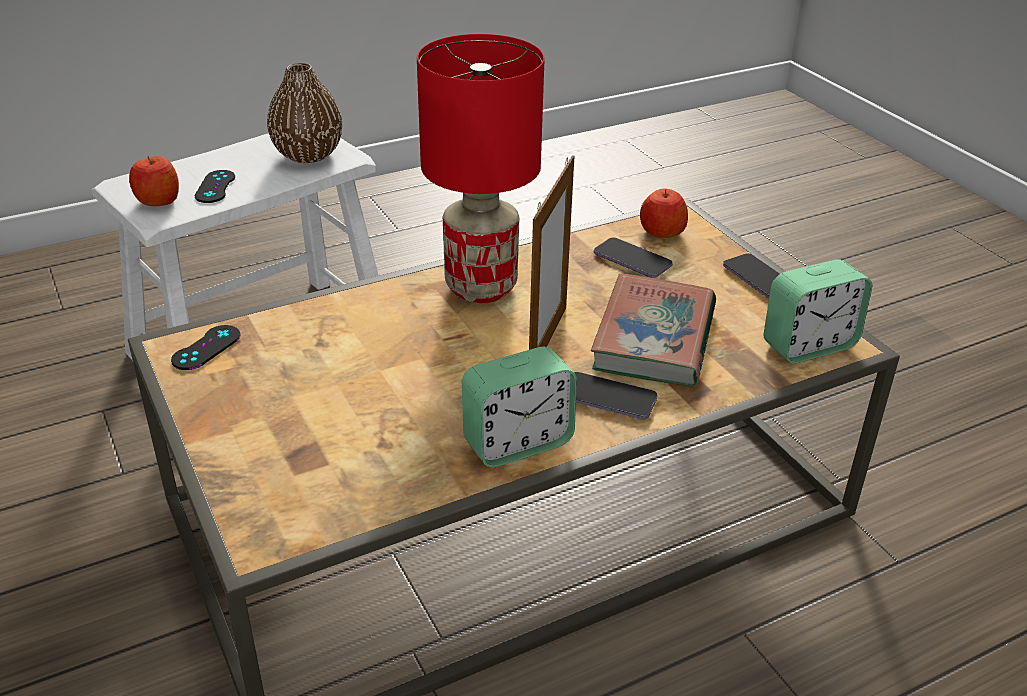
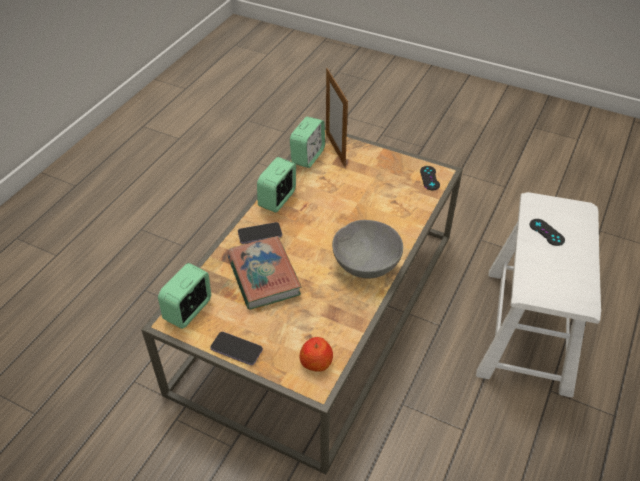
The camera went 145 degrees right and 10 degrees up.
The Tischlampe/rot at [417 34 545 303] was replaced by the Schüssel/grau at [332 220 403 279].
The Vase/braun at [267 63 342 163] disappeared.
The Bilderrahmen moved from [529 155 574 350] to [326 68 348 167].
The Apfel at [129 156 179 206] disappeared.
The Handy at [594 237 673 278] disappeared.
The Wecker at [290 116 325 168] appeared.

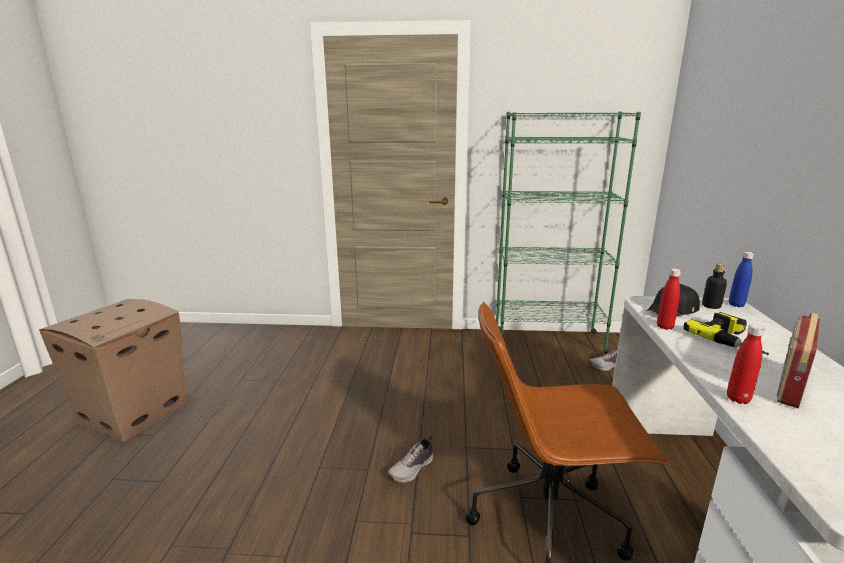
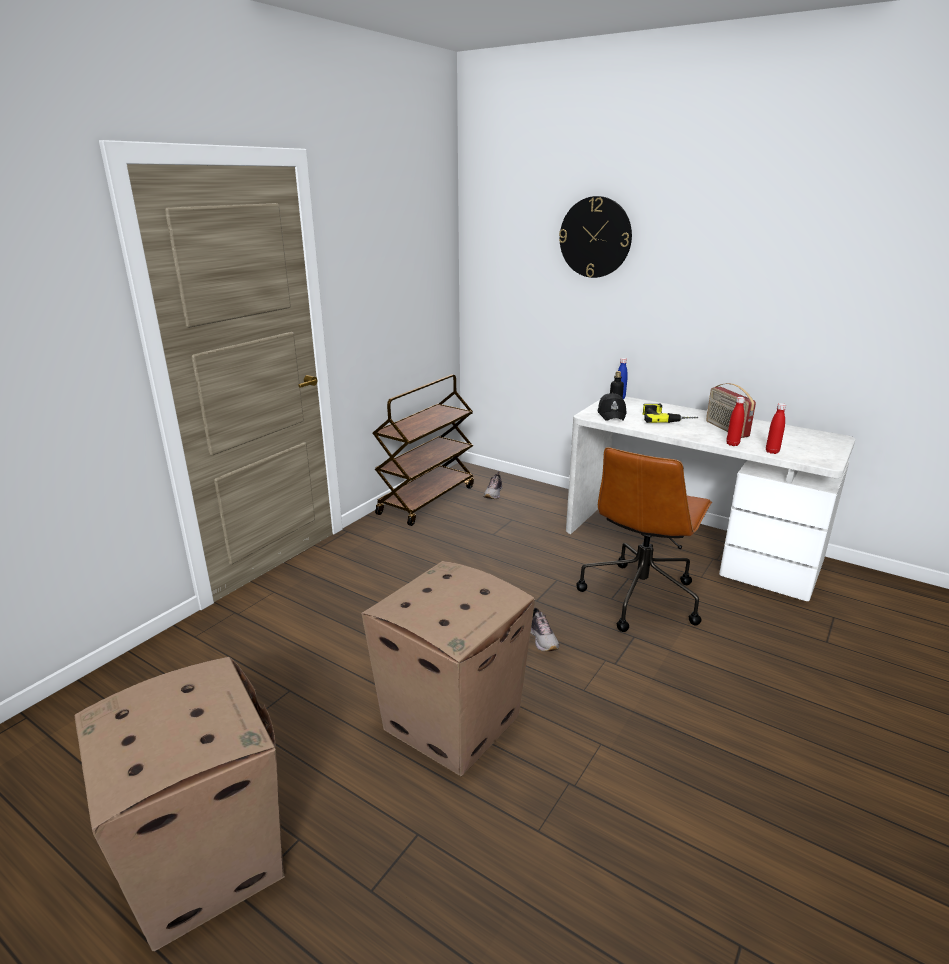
The camera went 60 degrees left and 5 degrees up.
The Bücherregal/grün at [496 111 641 354] was replaced by the Rollwagen/braun at [373 374 474 526].
The Flasche/rot moved from [657 268 681 330] to [766 403 786 454].
The Wanduhr at [559 196 632 278] appeared.
The Karton at [361 561 535 776] appeared.

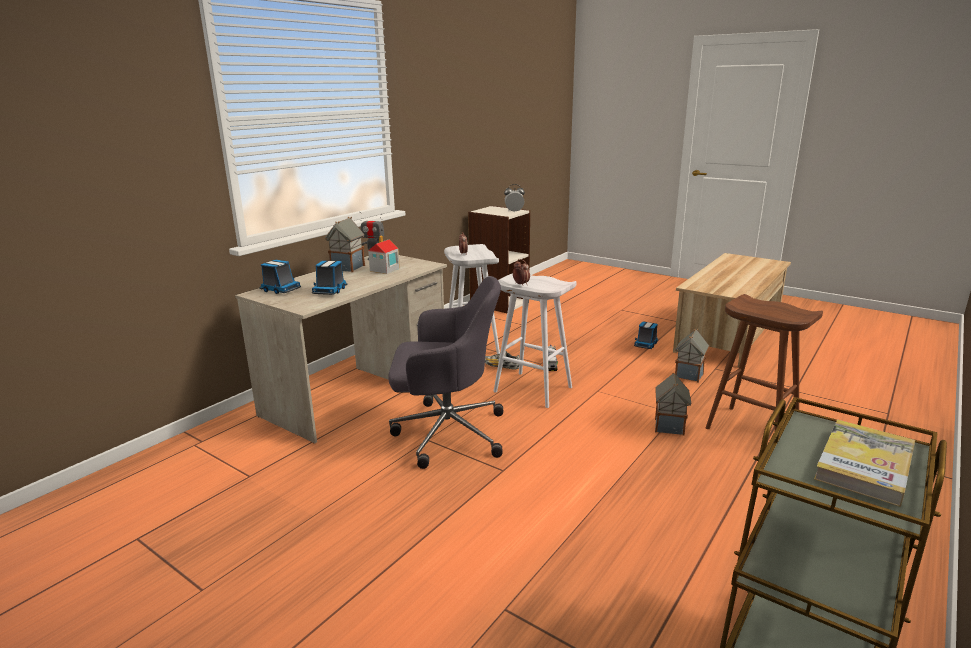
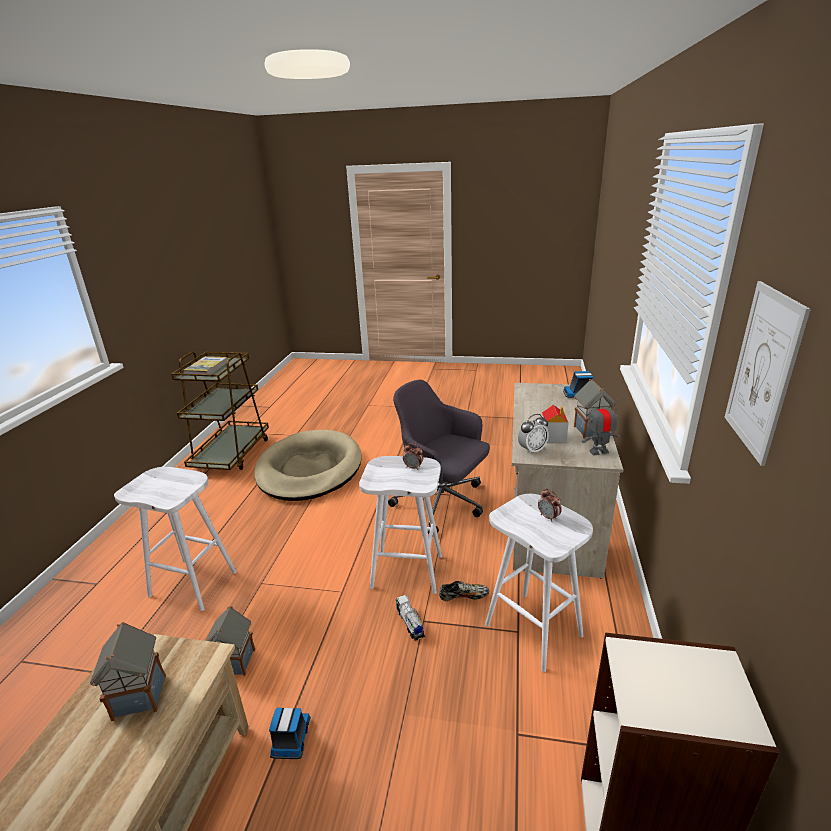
The camera went 155 degrees right and 5 degrees up.
The Wecker moved from [504 184 525 212] to [518 414 549 454].
The Spielzeuglaster at [312 261 347 295] disappeared.
The Bürostuhl/grau at [388 276 503 469] turned 60 degrees clockwise.
The Hocker/braun at [706 294 823 432] became the Hocker/weiß at [114 467 237 611].
The Spielzeughaus moved from [655 373 691 436] to [90 622 166 721].
The Bild at [725 281 811 466] appeared.
The Hundebett/beige at [254 430 362 501] appeared.

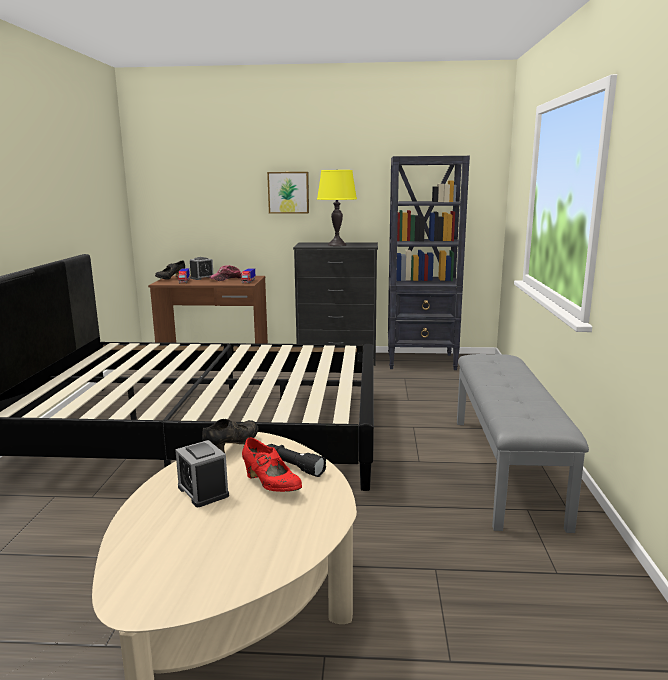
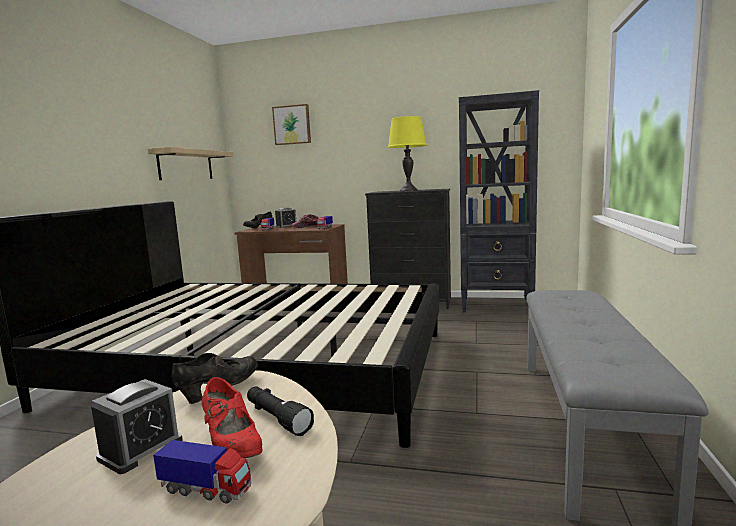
The camera went 10 degrees right and 5 degrees down.
The Bild moved from [267 172 309 214] to [272 104 311 145].
The Wecker at [175 440 229 507] turned 120 degrees counterclockwise.
The Wandregal at [148 147 234 180] appeared.
The Spielzeuglaster at [153 440 251 504] appeared.

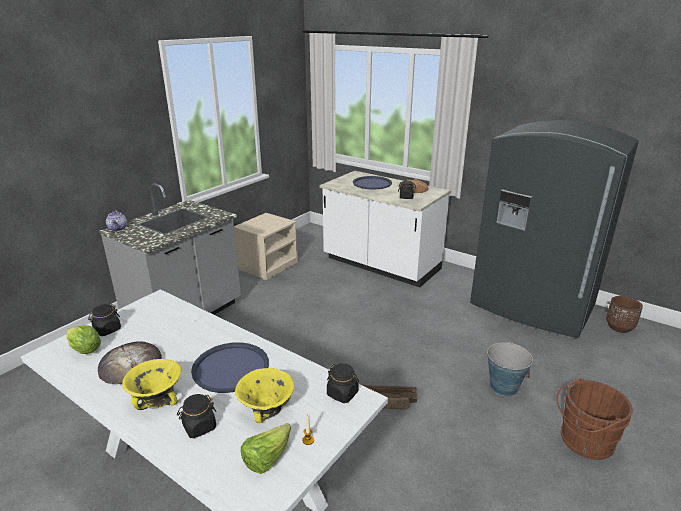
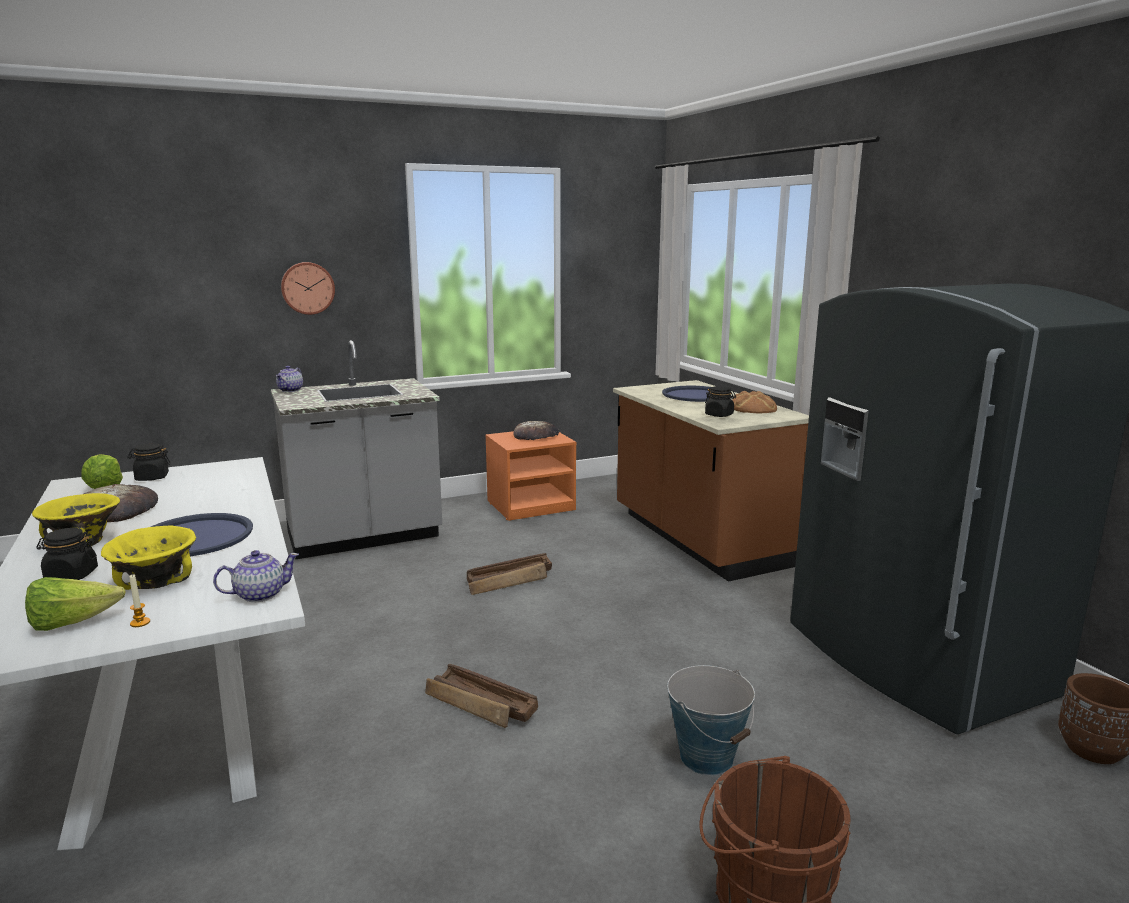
The camera went 30 degrees right and 10 degrees down.
The Küchenzeile/weiß at [320 171 451 287] became the Küchenzeile/braun at [613 380 809 582].
The Nachttisch/beige at [234 213 298 280] became the Nachttisch/orange at [485 431 576 521].
The Vorratsglas/schwarz at [327 363 359 403] was replaced by the Teekanne at [213 550 299 602].
The Wanduhr at [281 262 335 315] appeared.
The Brot at [513 421 559 440] appeared.
The Kiste at [467 553 552 595] appeared.

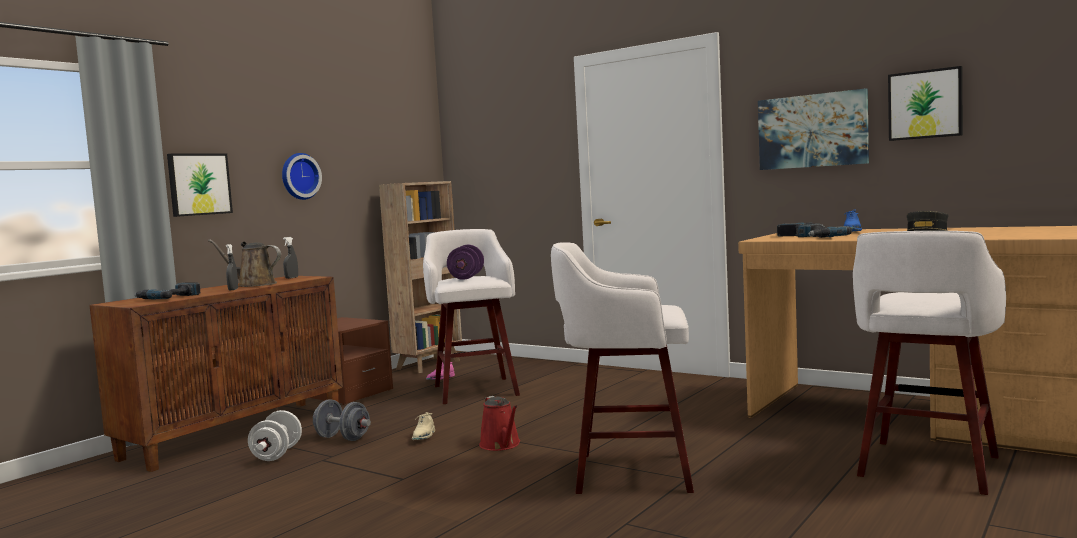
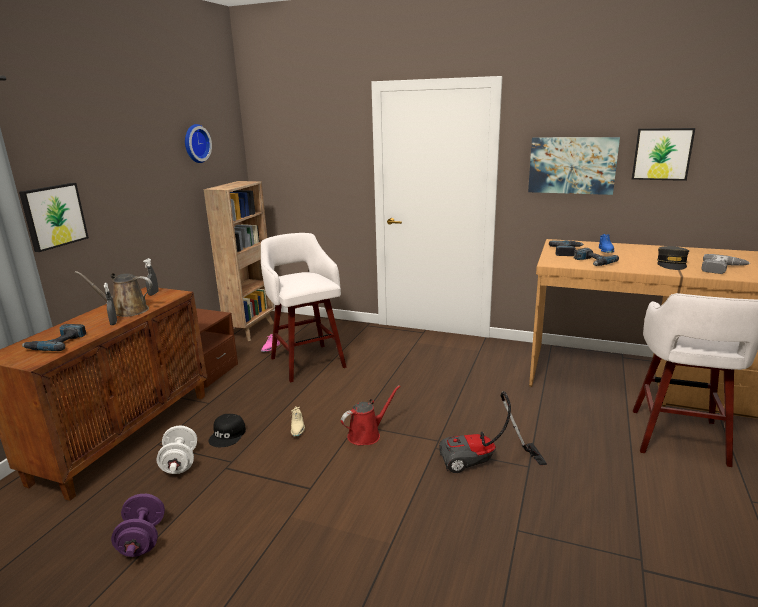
The camera went 15 degrees left and 15 degrees up.
The Wanduhr moved from [282 153 322 200] to [185 124 212 163].
The Hocker/weiß at [551 242 694 494] was replaced by the Staubsauger at [439 391 547 473].
The Hantel/lila moved from [447 245 484 280] to [111 494 165 557].
The Gießkanne/rot at [479 396 520 451] turned 90 degrees counterclockwise.
The Hantel/grau at [313 399 371 441] was replaced by the Kappe/schwarz at [208 414 246 447].
The Bohrmaschine at [701 254 750 274] appeared.

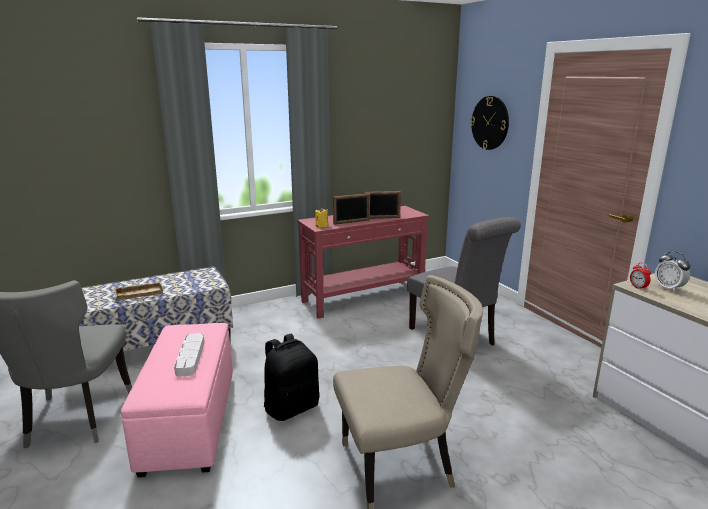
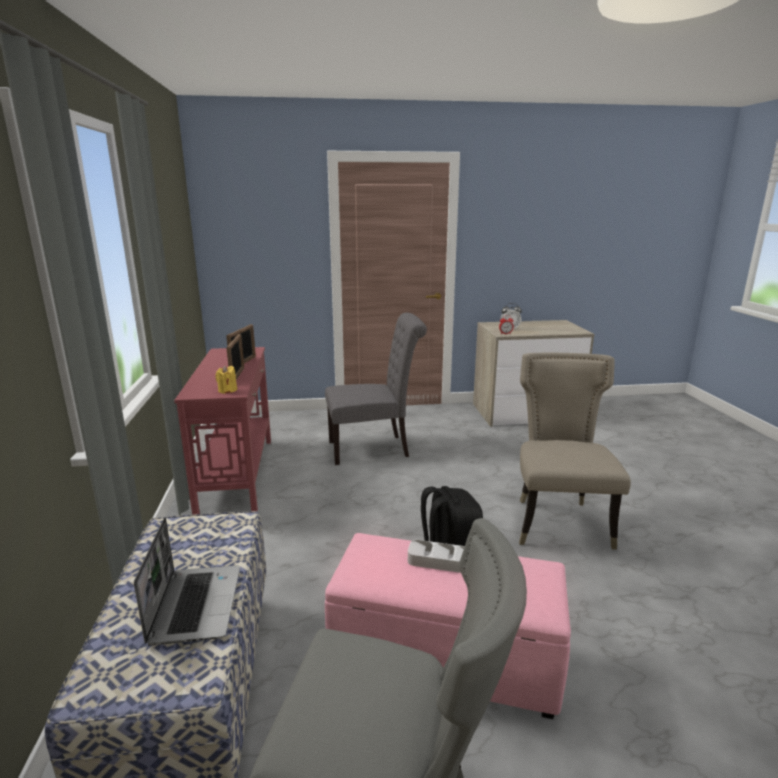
The camera went 70 degrees left and 0 degrees up.
The Wanduhr at [470 96 509 150] disappeared.
The Tablett/beige at [114 282 164 301] was replaced by the Laptop at [134 518 240 646].

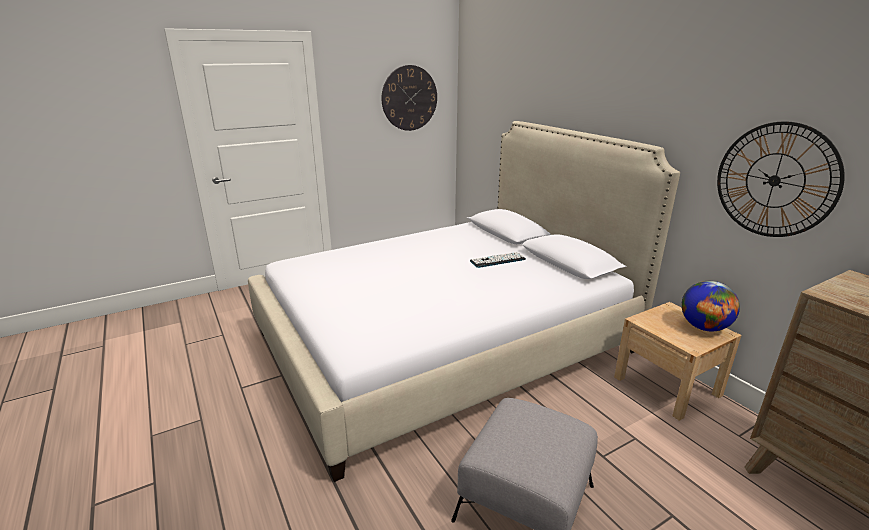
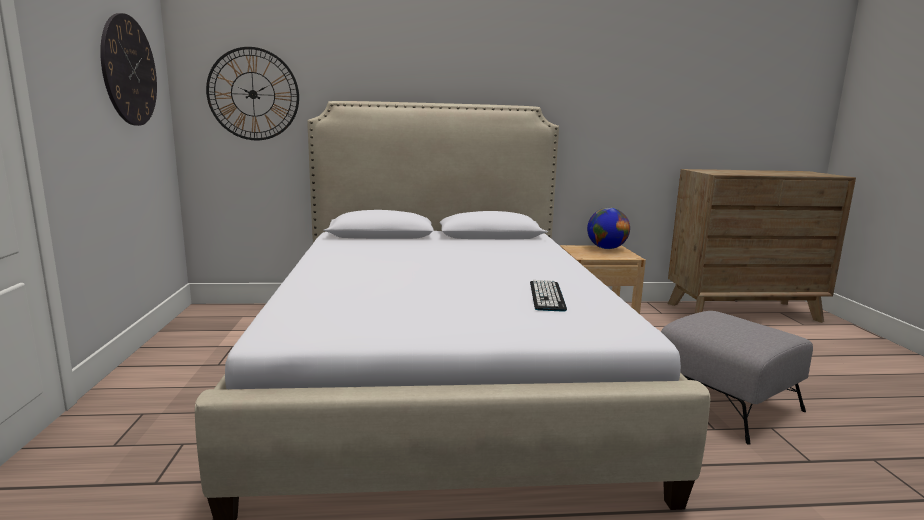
The camera went 65 degrees left and 10 degrees down.
The Wanduhr moved from [717 121 845 237] to [206 47 299 140].
The Tastatur moved from [470 252 526 268] to [530 280 567 312].

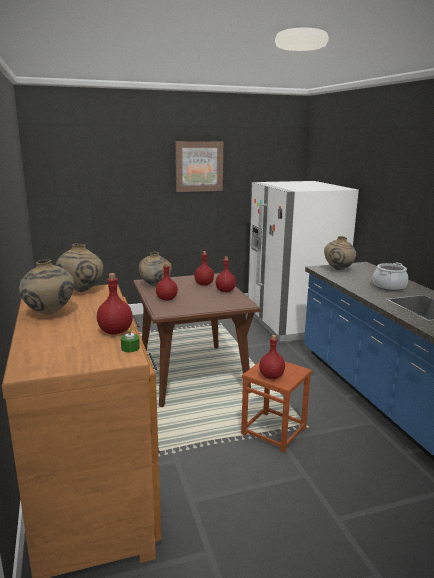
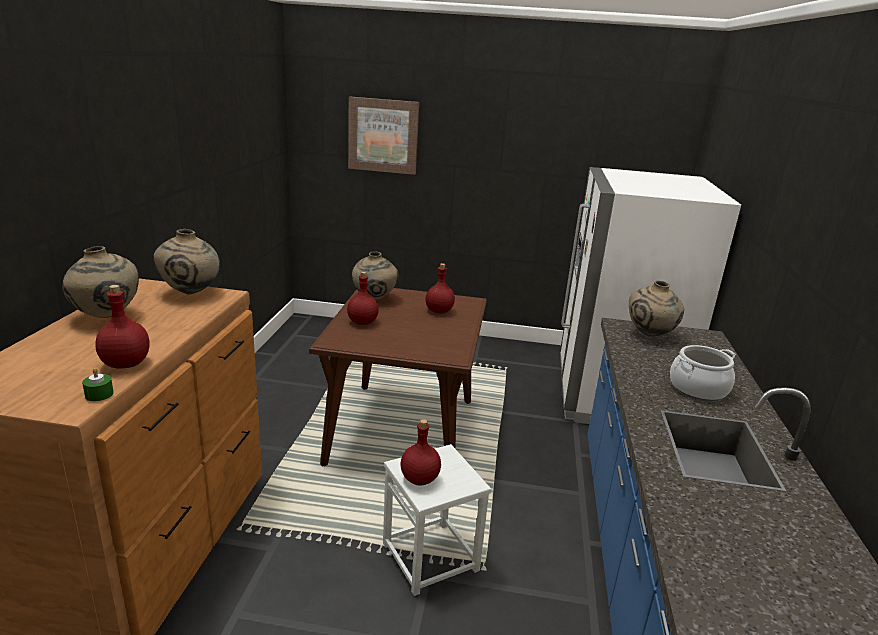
The camera went 25 degrees right and 5 degrees up.
The Bild moved from [175 141 223 192] to [348 97 419 175].
The Flasche/rot at [216 256 236 292] disappeared.
The Hocker/braun at [241 362 312 453] became the Hocker/weiß at [383 444 491 596].

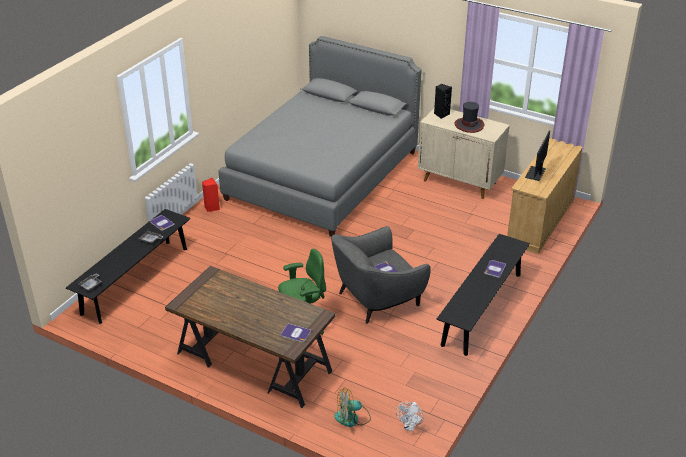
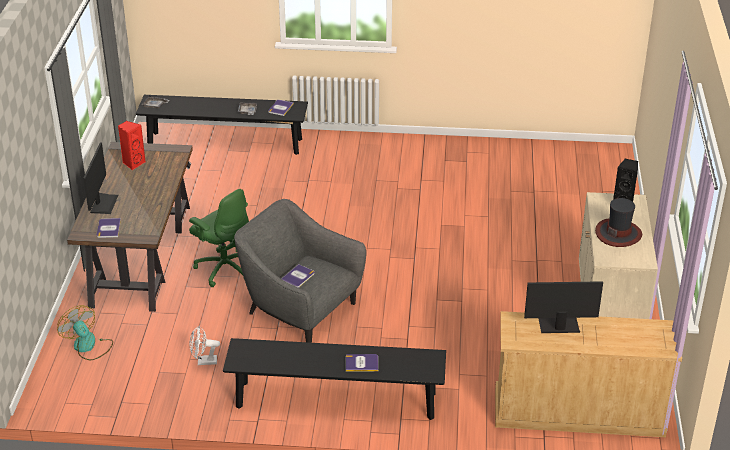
The camera went 65 degrees right and 0 degrees up.
The Bett/grau at [218 36 422 237] disappeared.
The Lautsprecher/rot moved from [202 178 220 212] to [118 121 146 170].
The Ventilator/weiß moved from [396 402 424 431] to [190 325 220 365].
The Monitor at [83 143 118 214] appeared.

